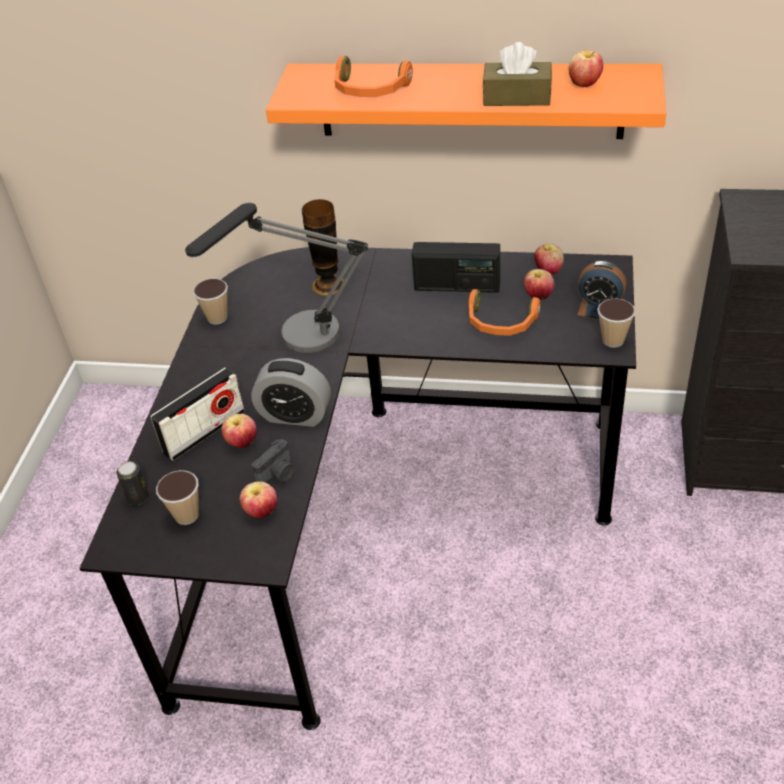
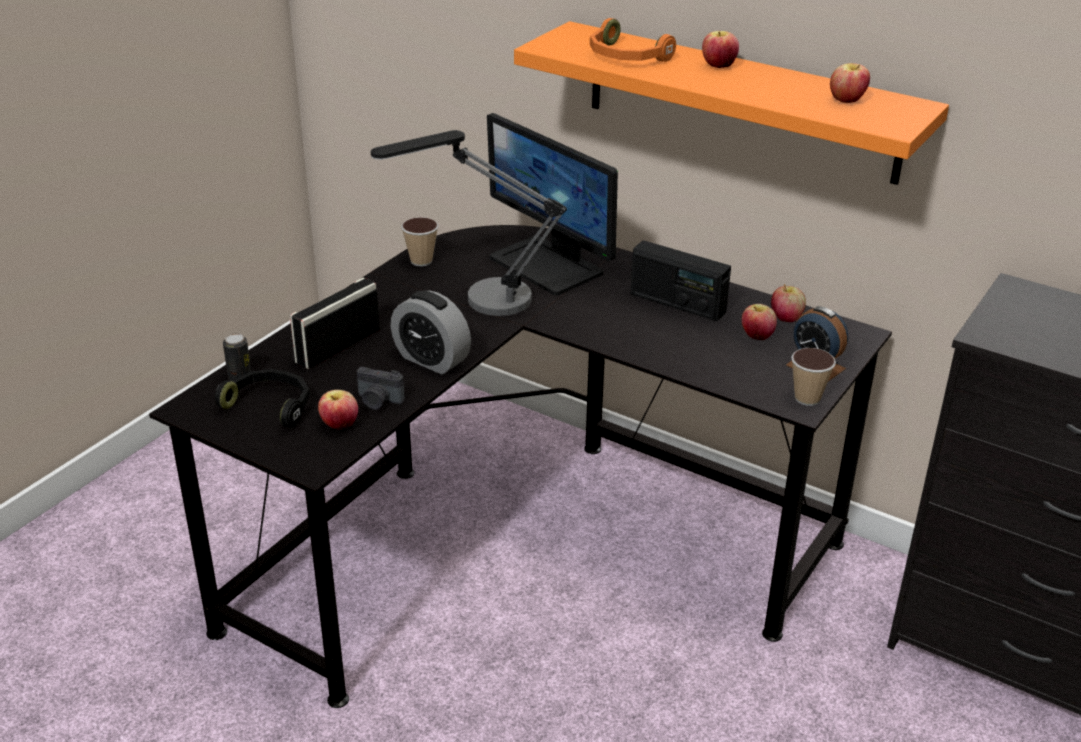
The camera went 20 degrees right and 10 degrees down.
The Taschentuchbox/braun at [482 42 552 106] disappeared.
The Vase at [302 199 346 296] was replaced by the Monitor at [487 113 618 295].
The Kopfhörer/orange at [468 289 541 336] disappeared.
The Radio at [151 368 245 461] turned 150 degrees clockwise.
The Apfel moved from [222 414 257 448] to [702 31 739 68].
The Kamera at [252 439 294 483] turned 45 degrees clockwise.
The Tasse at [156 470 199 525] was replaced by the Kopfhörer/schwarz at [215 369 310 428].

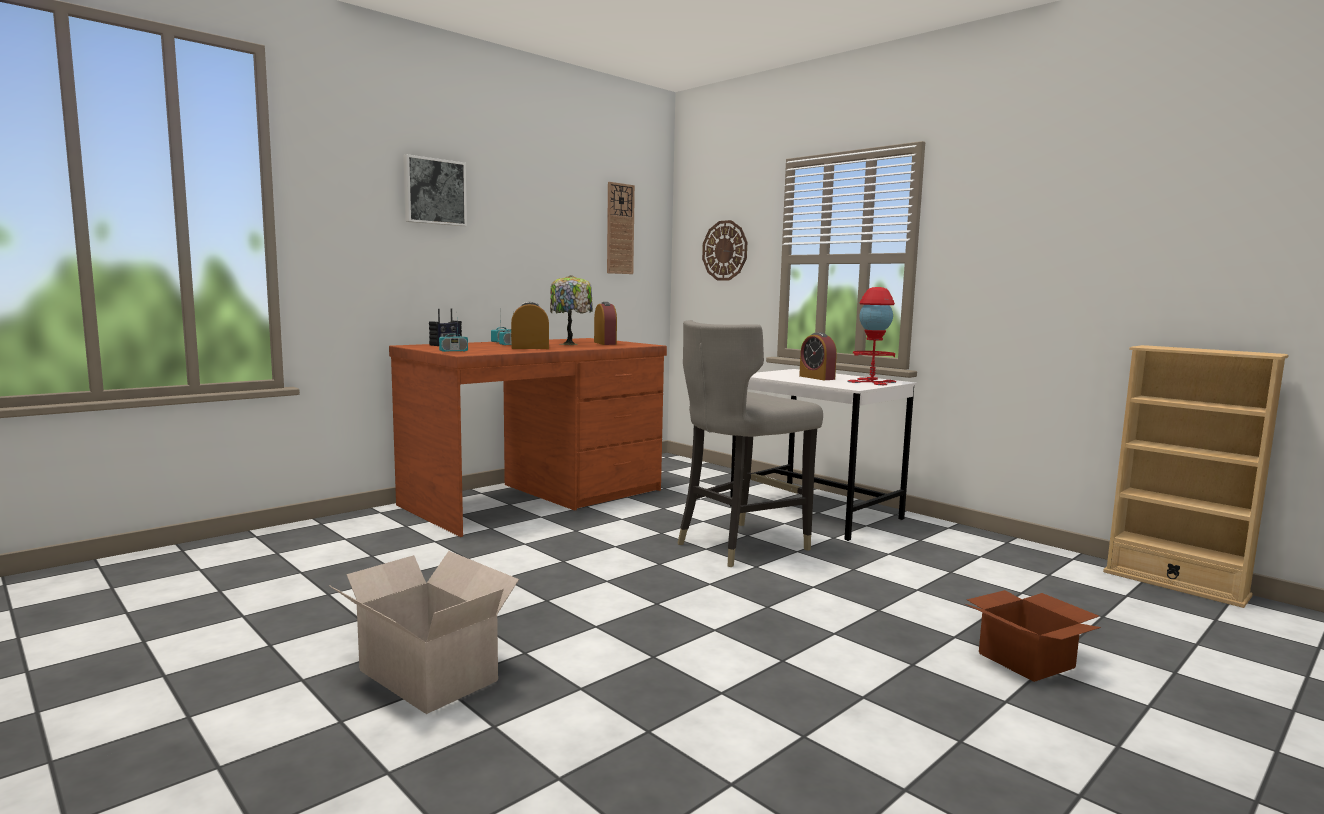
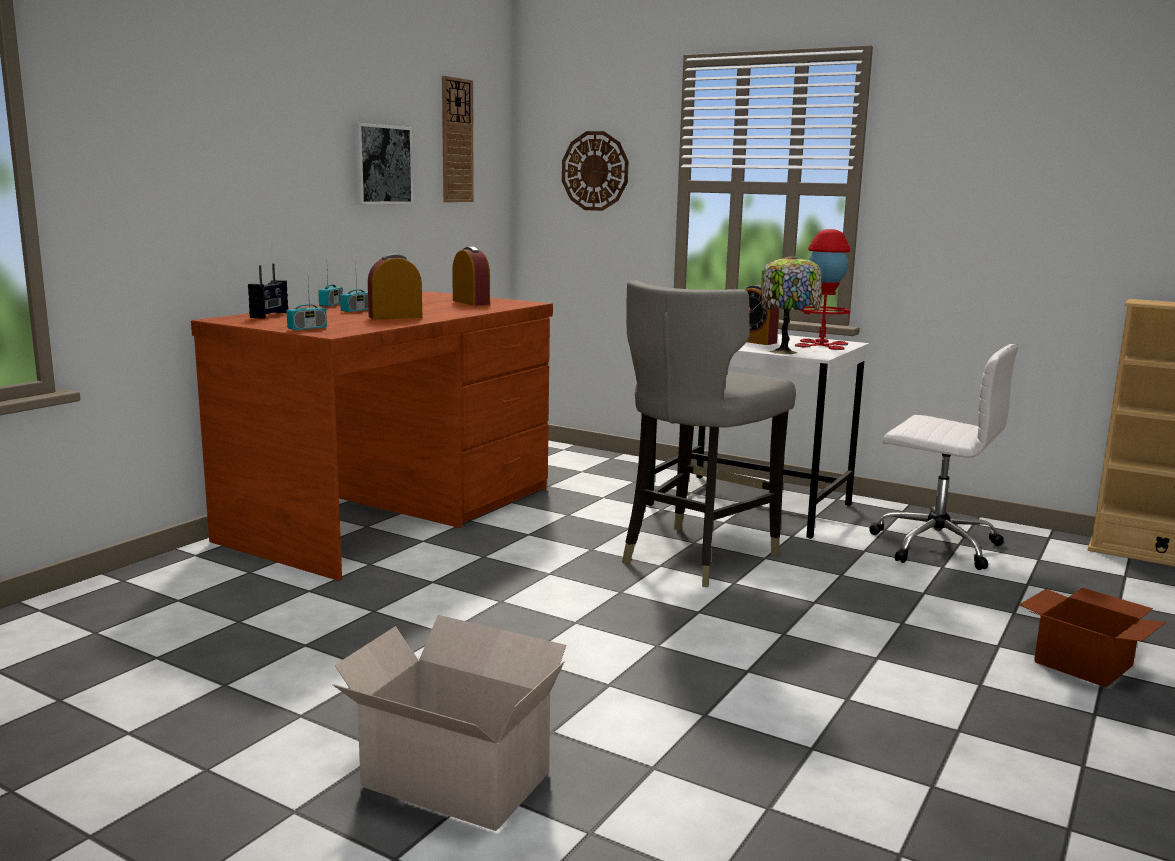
The camera went 15 degrees left and 5 degrees up.
The Bild moved from [403 154 467 226] to [352 123 414 204].
The Tischlampe moved from [550 275 593 345] to [761 255 822 354].
The Bürostuhl/weiß at [869 344 1019 570] appeared.

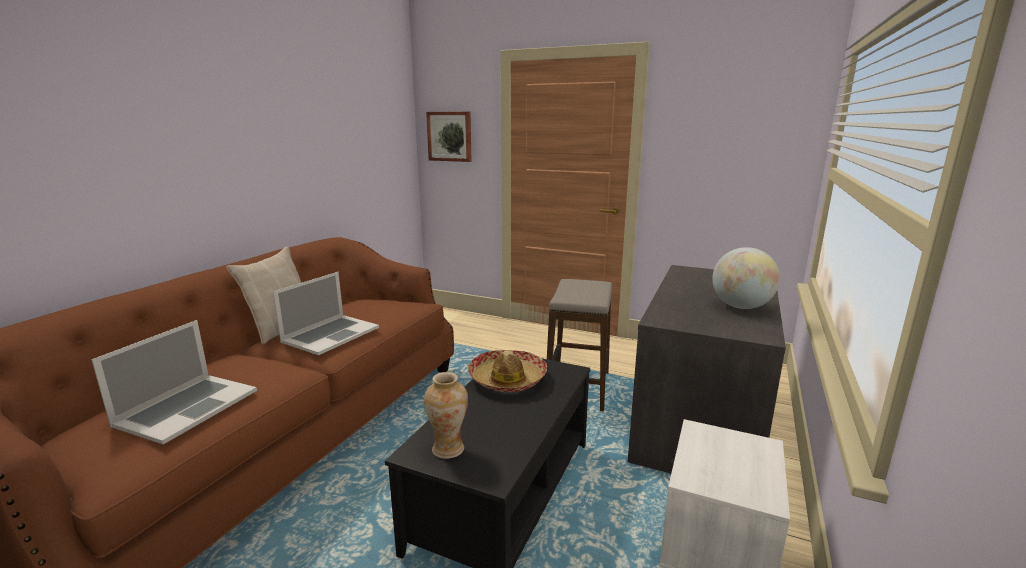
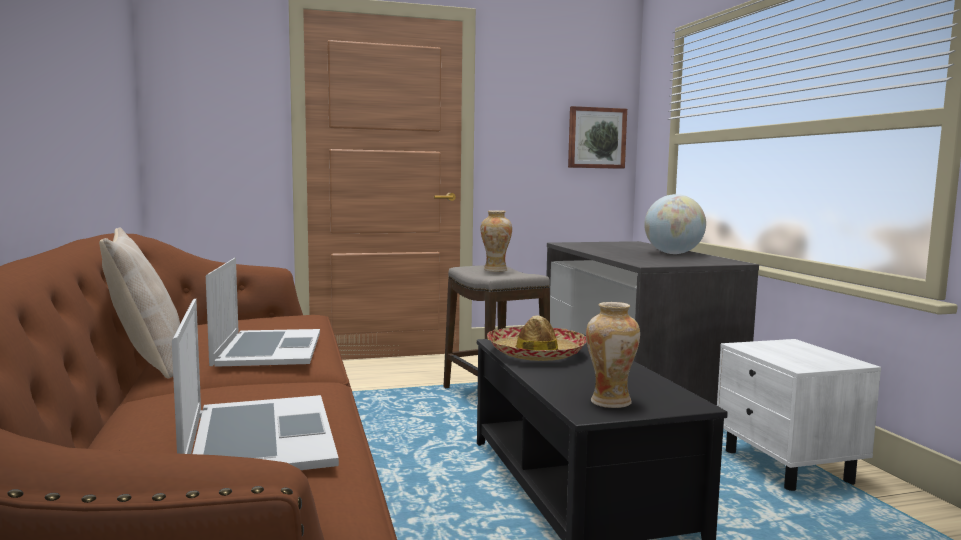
The camera went 40 degrees left and 10 degrees down.
The Bild moved from [426 112 472 162] to [568 106 627 169].
The Vase at [480 210 512 272] appeared.

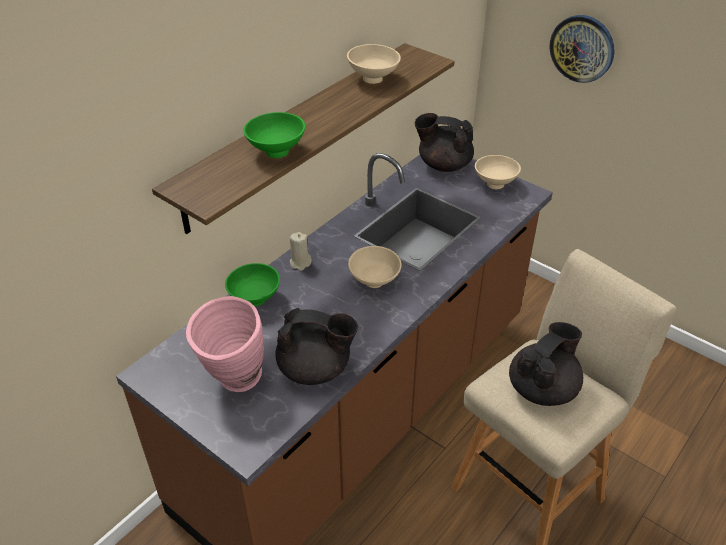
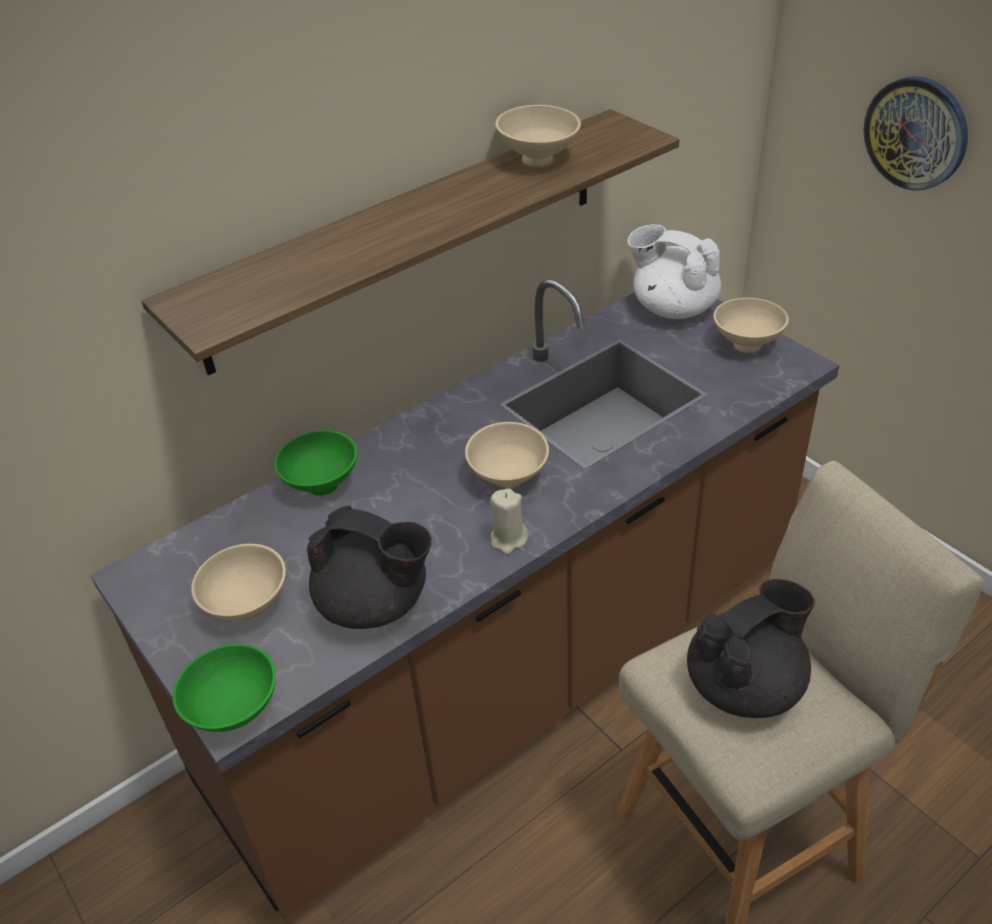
The camera went 15 degrees right and 0 degrees up.
The Schüssel/grün moved from [243 112 305 158] to [172 644 276 732].
The Teekanne/schwarz at [415 113 474 172] became the Teekanne/weiß at [627 224 721 319].
The Kerze/beige moved from [290 232 312 271] to [490 488 528 554].
The Vase/rosa at [186 296 264 392] was replaced by the Schüssel/beige at [191 544 286 620].

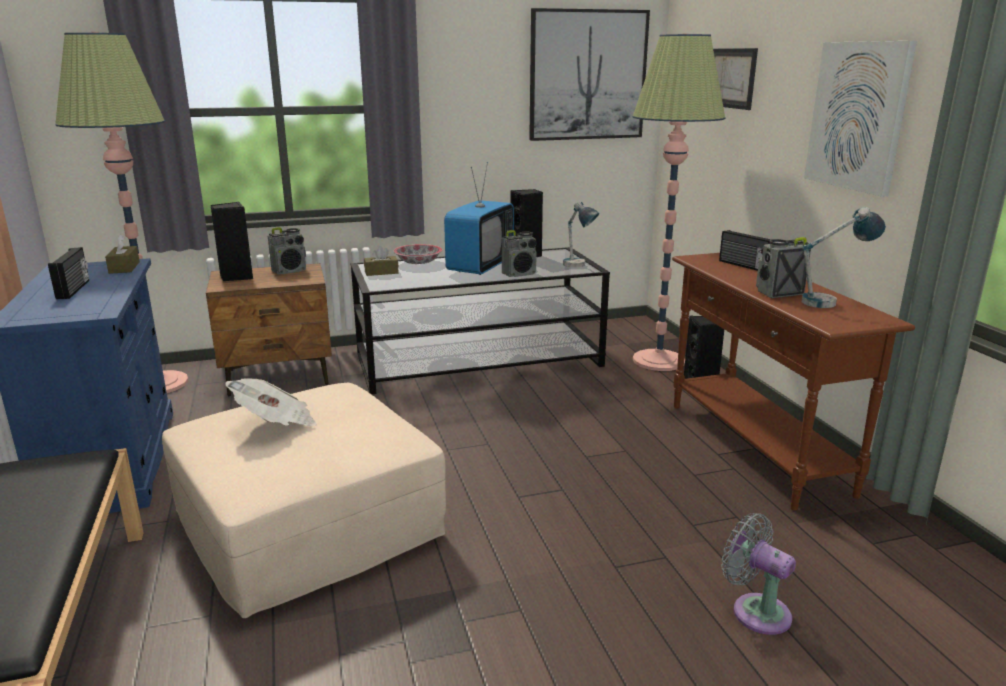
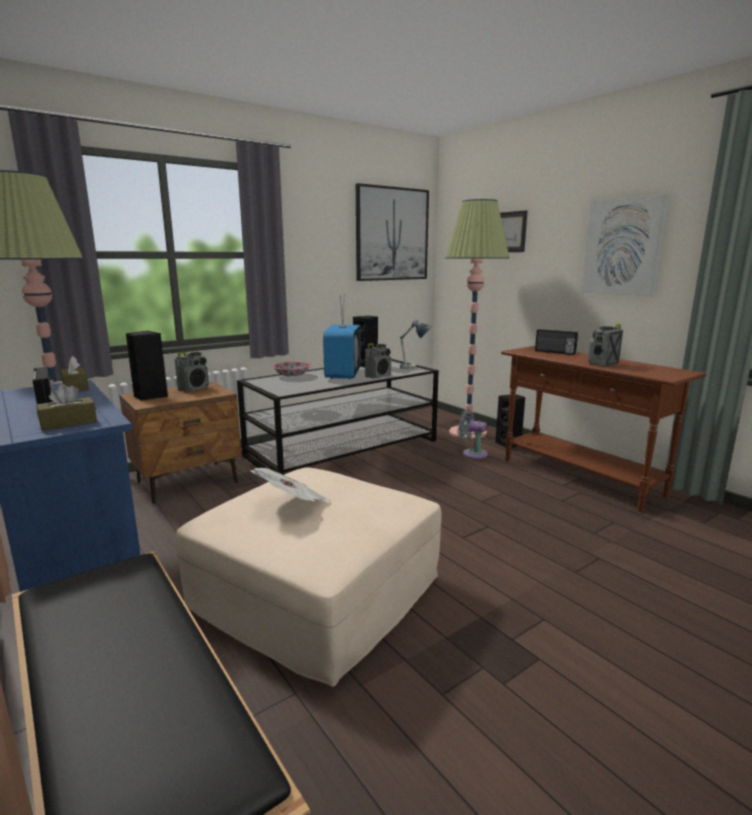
The camera went 20 degrees left and 5 degrees down.
The Tischlampe at [802 207 886 308] disappeared.
The Taschentuchbox/braun moved from [364 246 399 276] to [36 384 97 431].
The Ventilator/grau moved from [722 513 796 635] to [457 409 488 459].

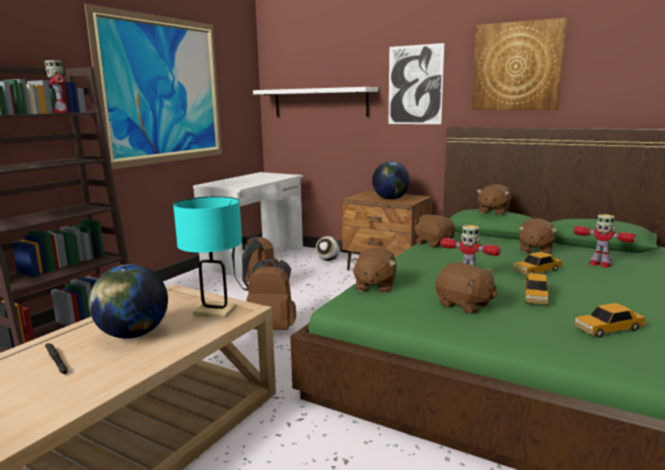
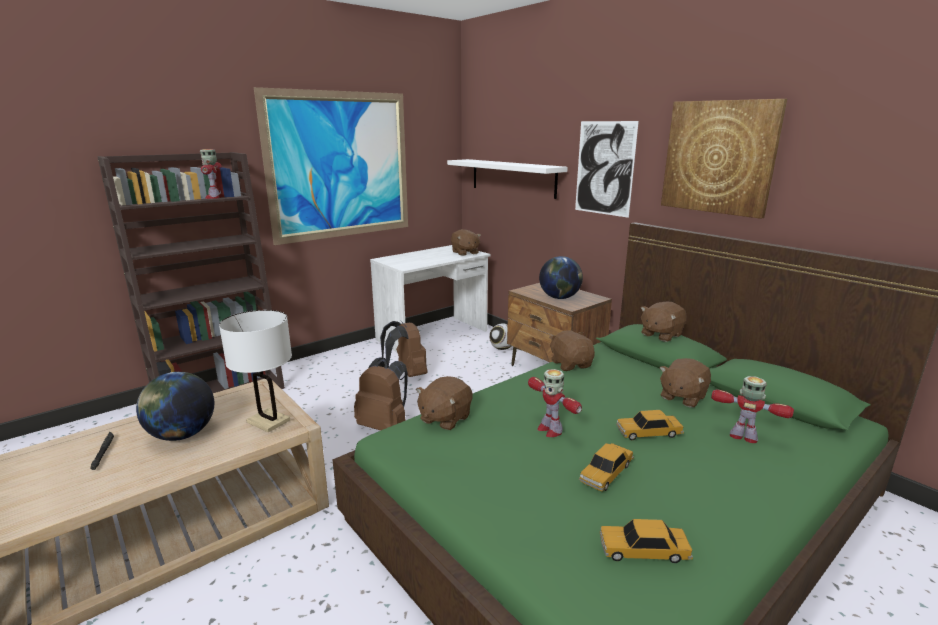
The camera went 20 degrees right and 5 degrees up.
The Tischlampe/türkis at [173 196 242 318] became the Tischlampe/weiß at [219 310 292 432].
The Spielzeugroboter at [574 214 636 268] turned 150 degrees clockwise.
The Plüschtier/braun moved from [435 262 497 314] to [451 229 481 256].

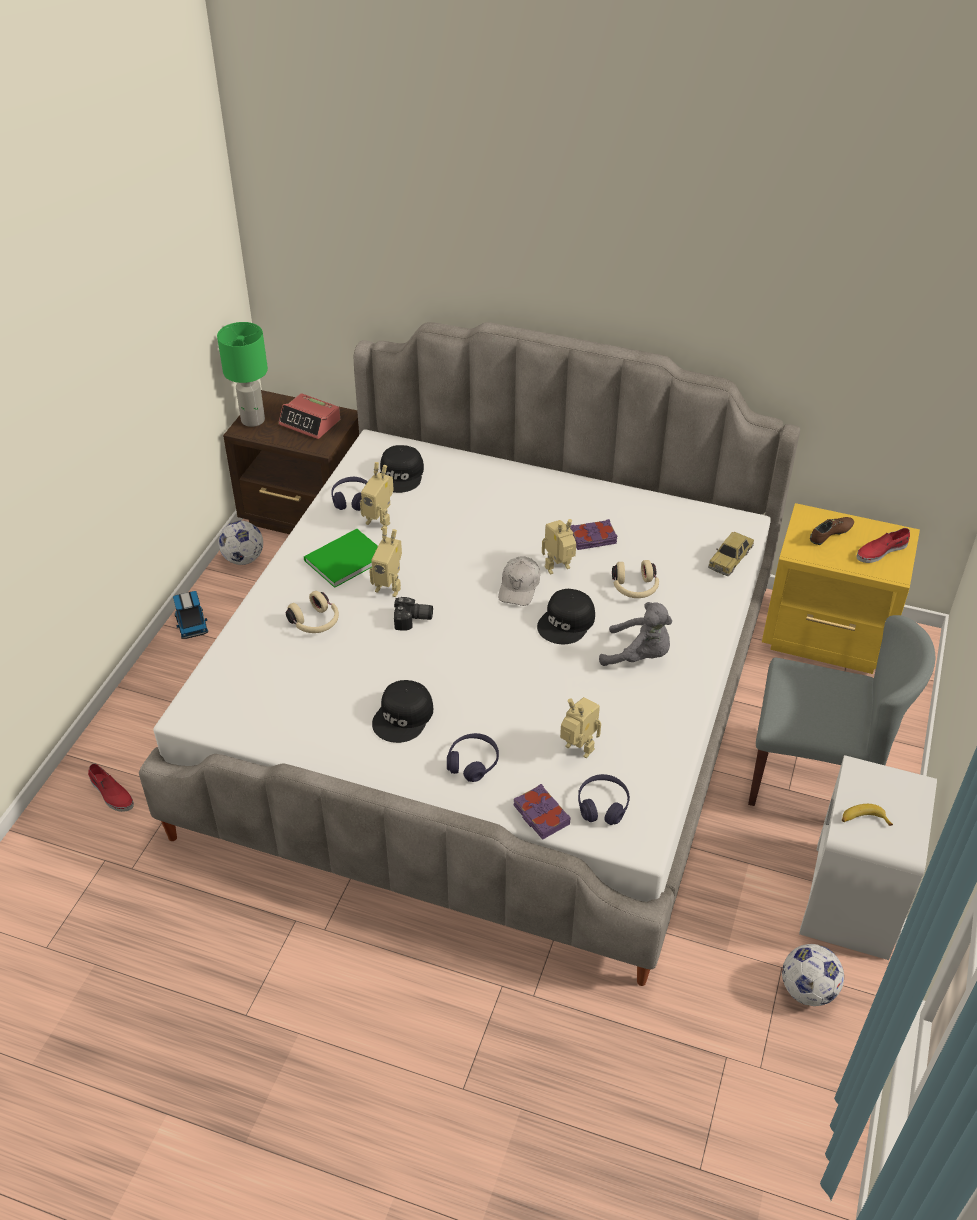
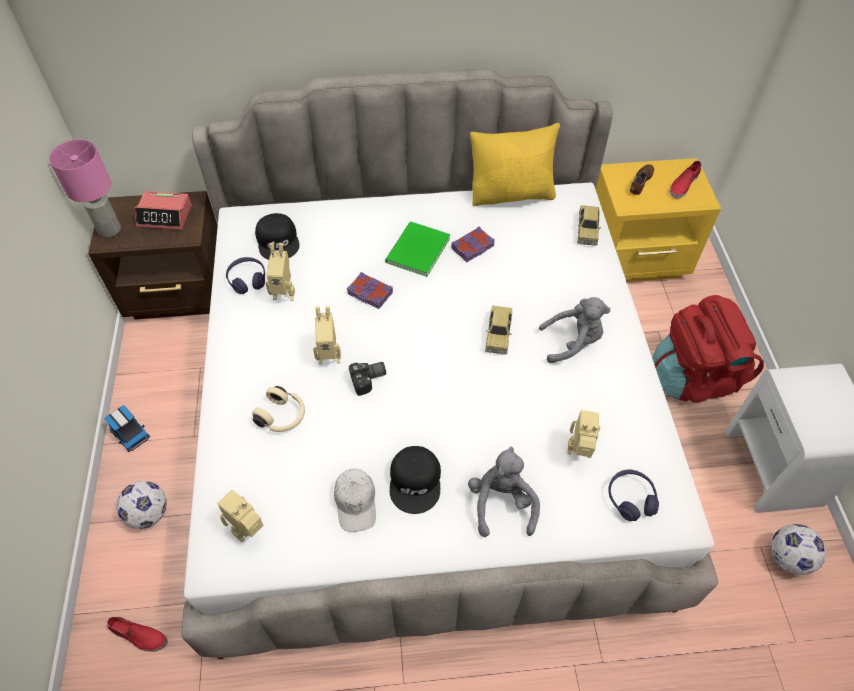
The camera went 25 degrees left and 10 degrees up.
The Tischlampe/grün at [217 322 268 427] became the Tischlampe/rosa at [49 139 121 238].
The Spielzeugroboter moved from [542 519 576 574] to [218 490 264 542].
The Fußball moved from [219 521 263 565] to [116 481 167 529].
The Buch/grün moved from [304 529 378 588] to [385 221 450 277].
The Kappe/weiß moved from [498 556 540 606] to [334 469 376 532].
The Kopfhörer/beige at [612 560 659 598] disappeared.
The Kappe/schwarz at [537 589 595 644] was replaced by the Spielzeugauto at [485 306 512 354].
The Stuhl/grau at [748 615 935 806] was replaced by the Rucksack/rot at [652 295 764 403].
The Kopfhörer/lila at [447 733 499 782] was replaced by the Plüschtier/grau at [468 447 540 537].
The Buch/lila moved from [513 784 571 840] to [347 272 393 309].
The Banane at [842 804 893 826] disappeared.
The Kissen/gelb at [470 123 560 206] appeared.

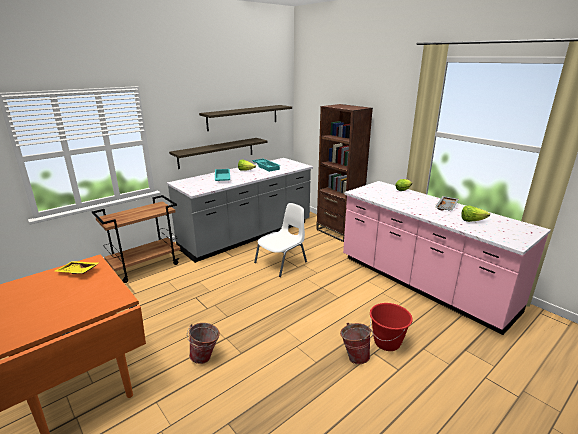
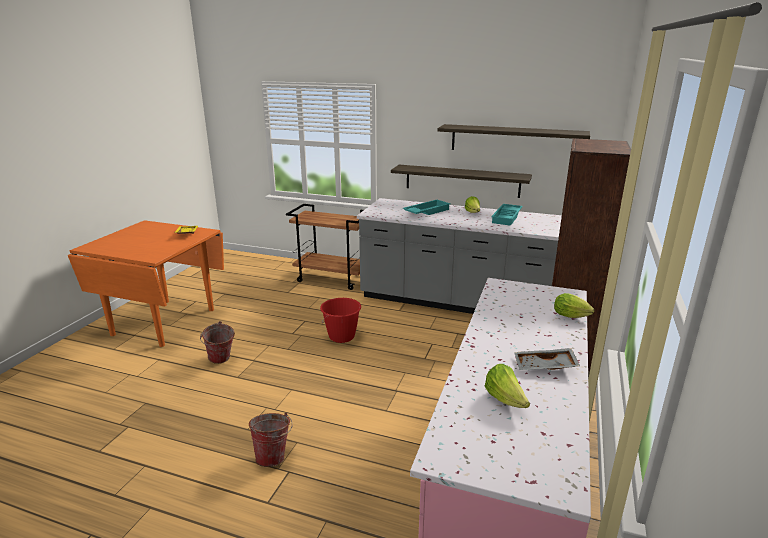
The camera went 60 degrees right and 0 degrees up.
The Stuhl/weiß at [254 203 307 277] disappeared.
The Eimer/rot moved from [370 303 413 351] to [320 298 361 343].

